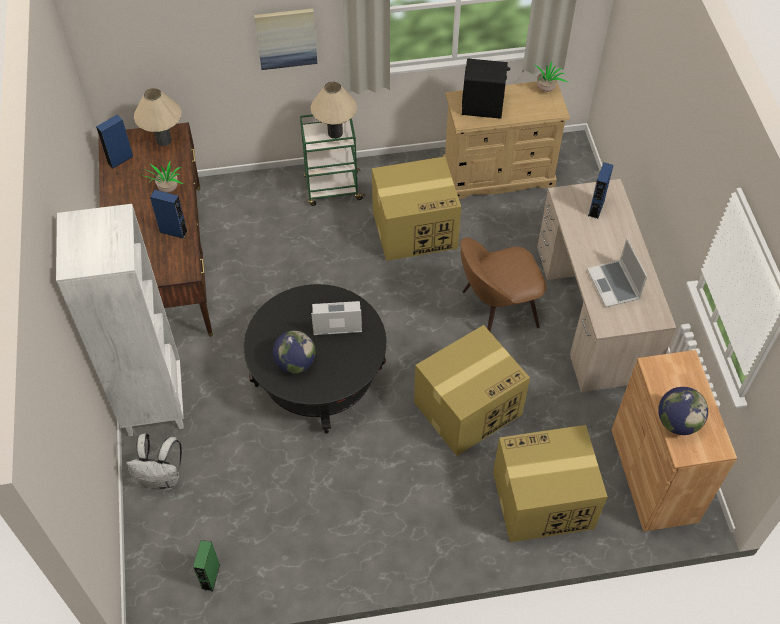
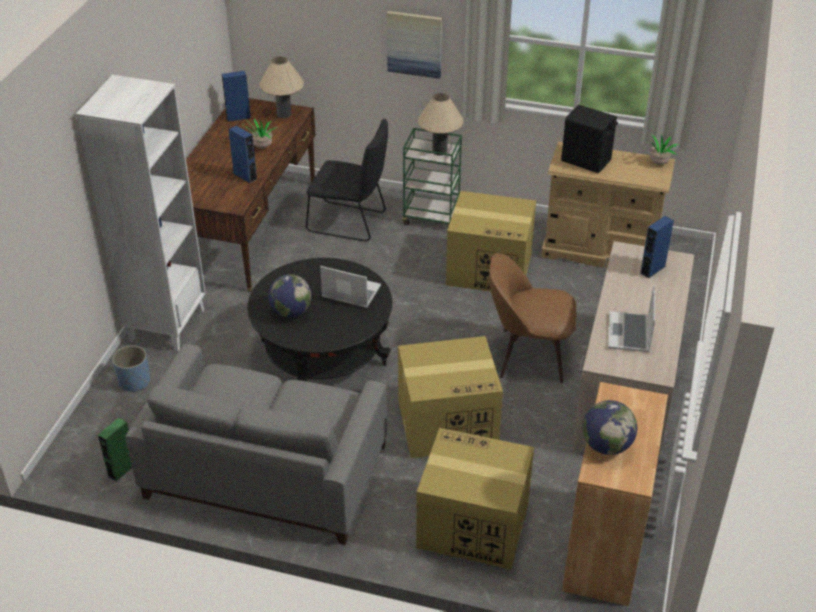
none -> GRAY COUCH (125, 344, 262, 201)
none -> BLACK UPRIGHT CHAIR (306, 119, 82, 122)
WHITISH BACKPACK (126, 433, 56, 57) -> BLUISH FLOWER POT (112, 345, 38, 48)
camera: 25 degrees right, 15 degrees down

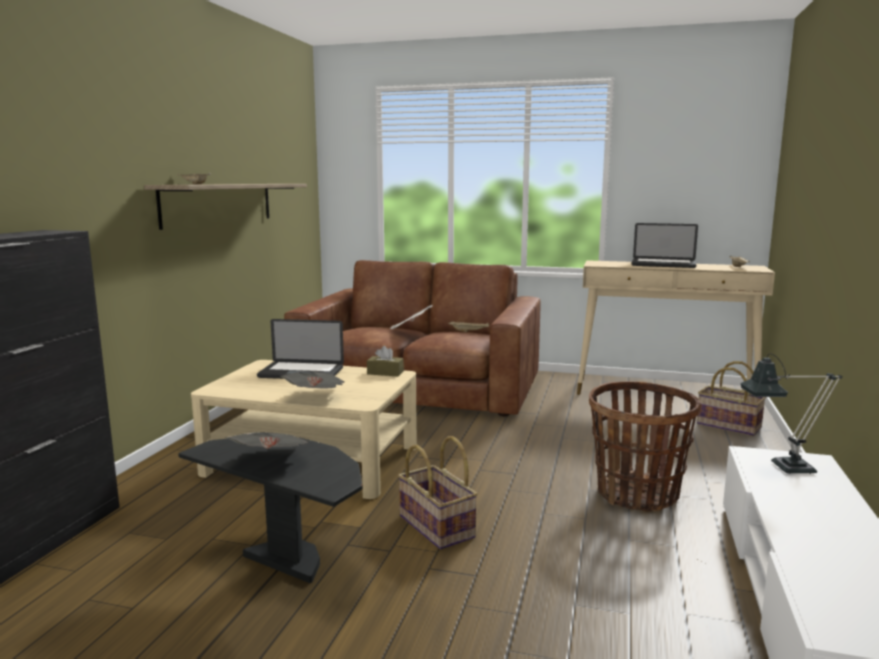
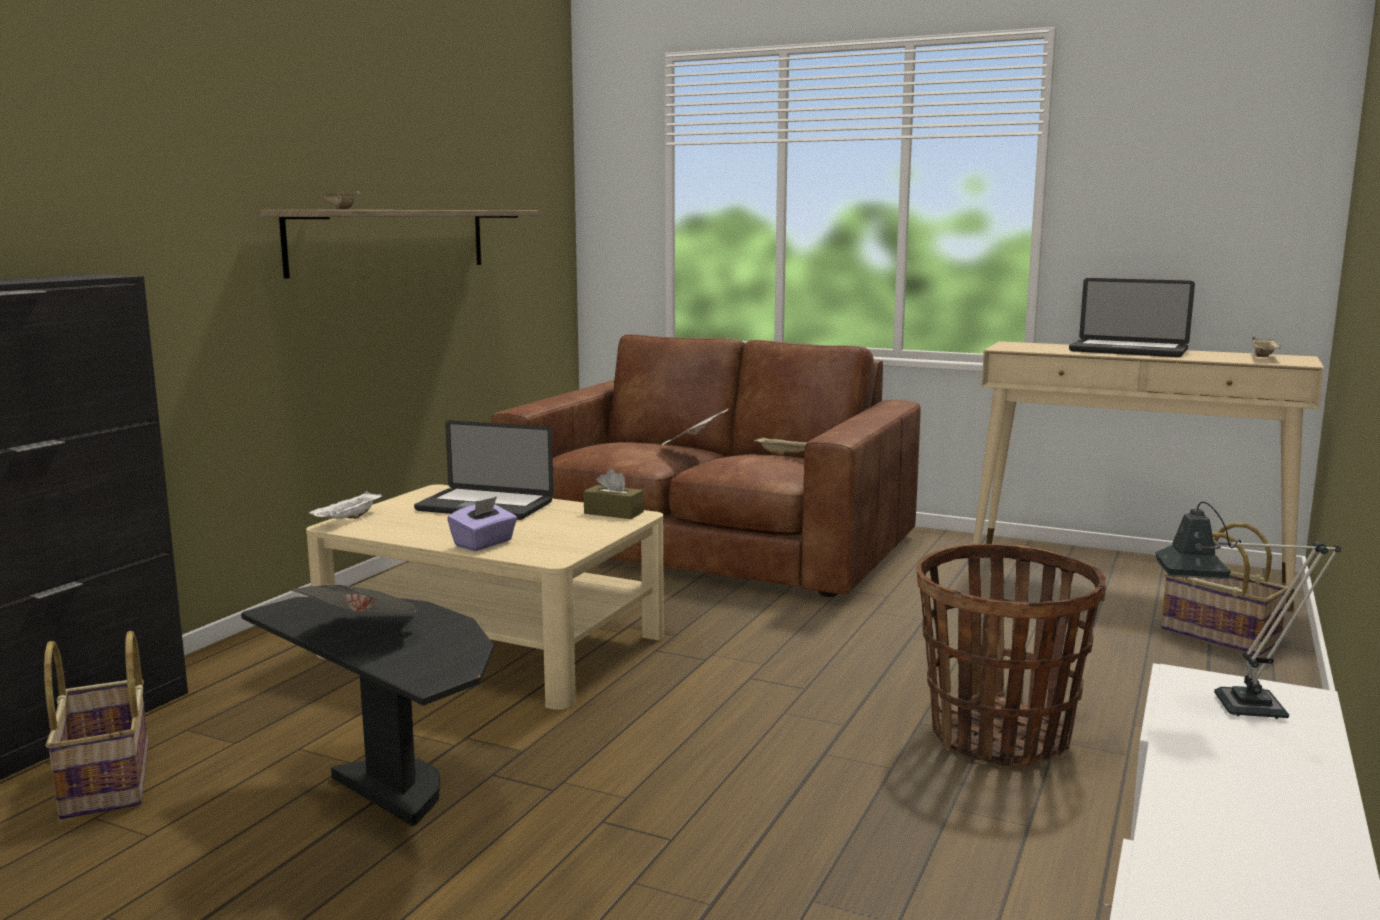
none -> WHITISH TRAY (309, 491, 73, 28)
HOUSEHOLD BASKET (398, 436, 80, 113) -> HOUSEHOLD BASKET (44, 631, 105, 188), moved
NEWSPAPER (280, 371, 65, 17) -> PURPLISH TISSUE HOLDER (447, 496, 70, 55)
camera: 10 degrees right, 0 degrees up

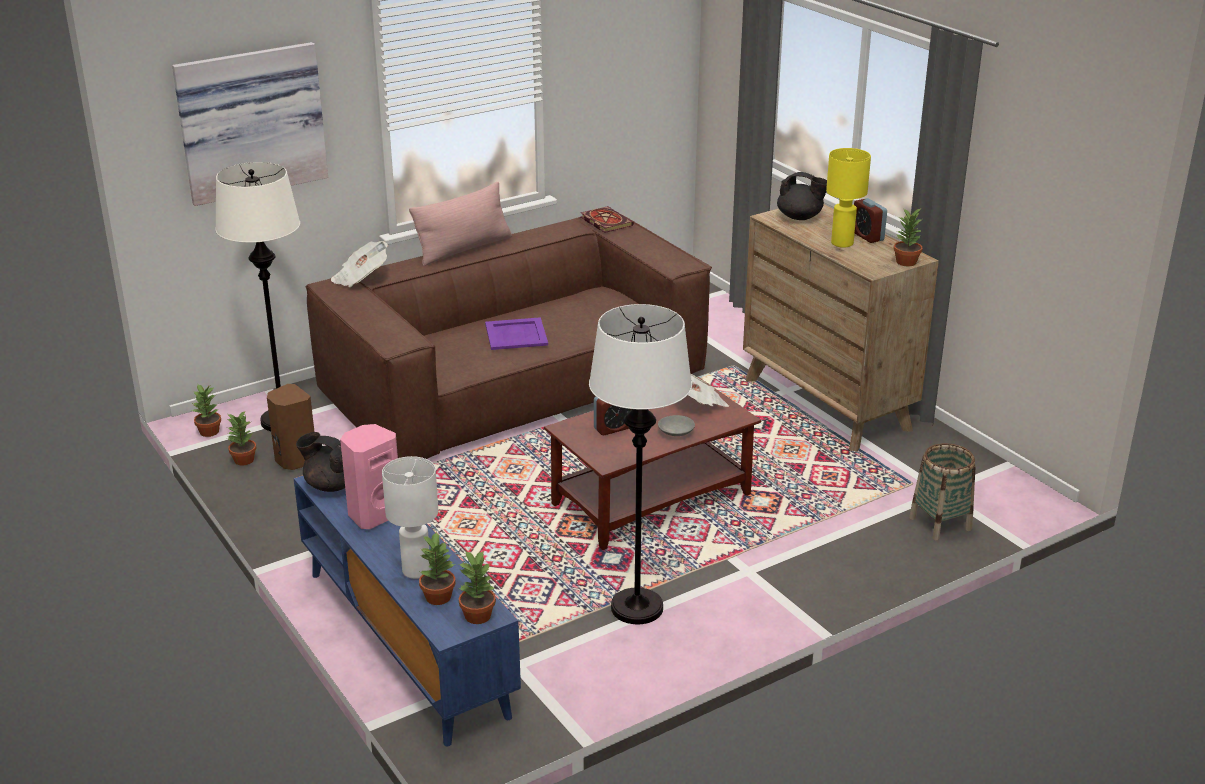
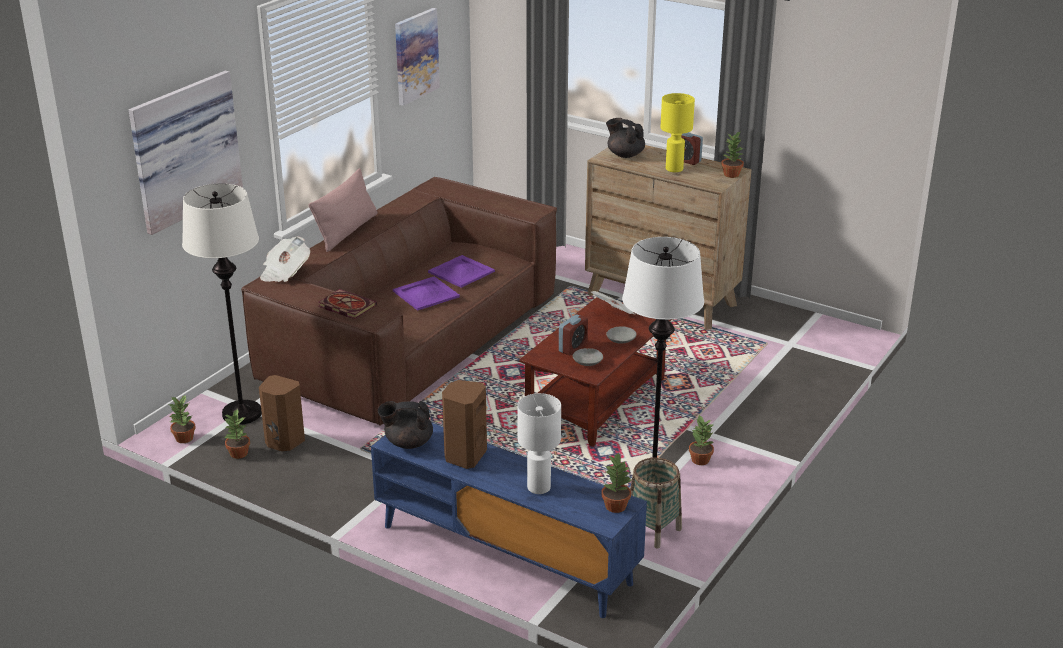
none -> WALL PICTURE (395, 8, 45, 98)
none -> PURPLISH TRAY (428, 255, 67, 33)
none -> GRAY BOWL (573, 348, 30, 18)
POTTED PLANT (419, 532, 36, 73) -> POTTED PLANT (689, 415, 25, 50), moved
BOUND BOOK (581, 206, 53, 27) -> BOUND BOOK (318, 289, 59, 30), moved
HOUSEHOLD BASKET (909, 443, 67, 97) -> HOUSEHOLD BASKET (630, 458, 52, 90), moved
PINKISH AUDIO SPEAKER (340, 424, 58, 105) -> BROWN AUDIO SPEAKER (442, 380, 45, 89)
BLACK TEAPOT (777, 172, 50, 48) -> BLACK TEAPOT (606, 118, 39, 40), 135 degrees counterclockwise
camera: 25 degrees left, 0 degrees up

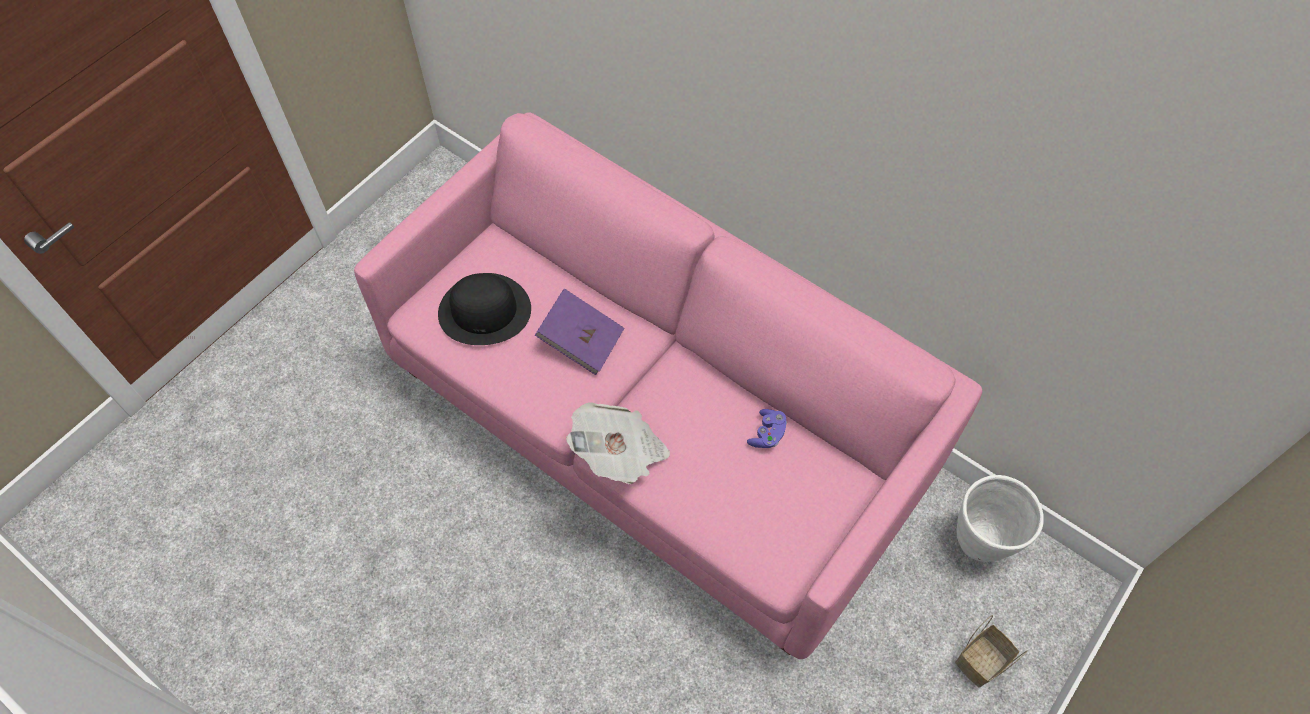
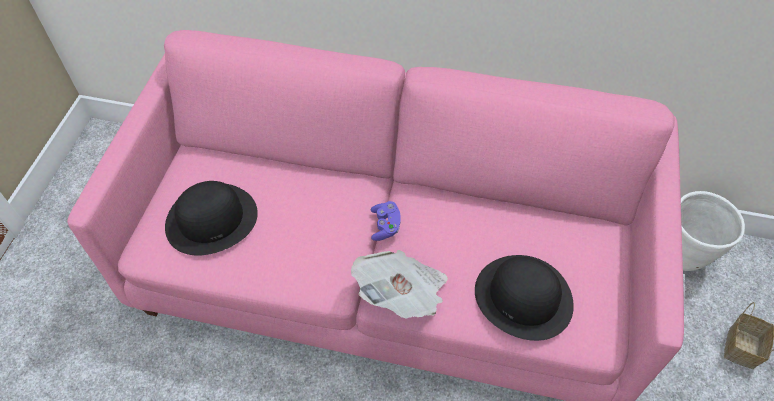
PURPLISH BOUND BOOK (535, 288, 89, 87) -> none
none -> BLACK HAT (475, 255, 99, 86)
PURPLISH GAMEPAD (747, 409, 40, 39) -> PURPLISH GAMEPAD (371, 201, 30, 40), moved
camera: 25 degrees left, 5 degrees down

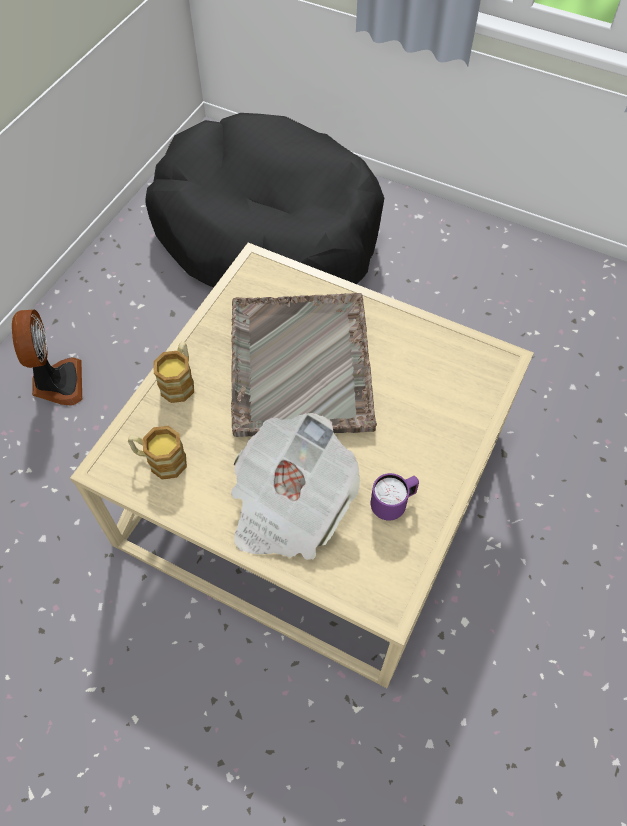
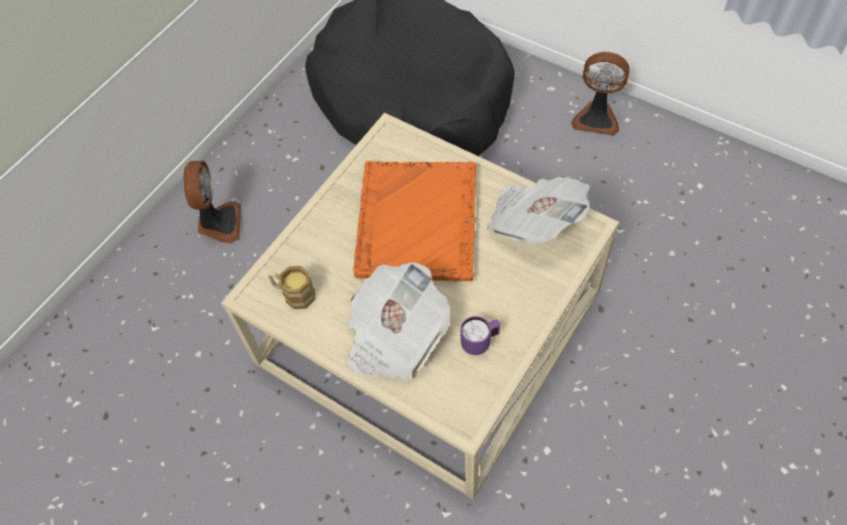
TEA MUG (153, 342, 41, 61) -> none
none -> NEWSPAPER (487, 176, 102, 68)
none -> ELECTRIC FAN (571, 52, 58, 84)
GRAY TRAY (231, 293, 146, 144) -> ORANGEY TRAY (353, 161, 123, 120)
camera: 10 degrees right, 0 degrees up

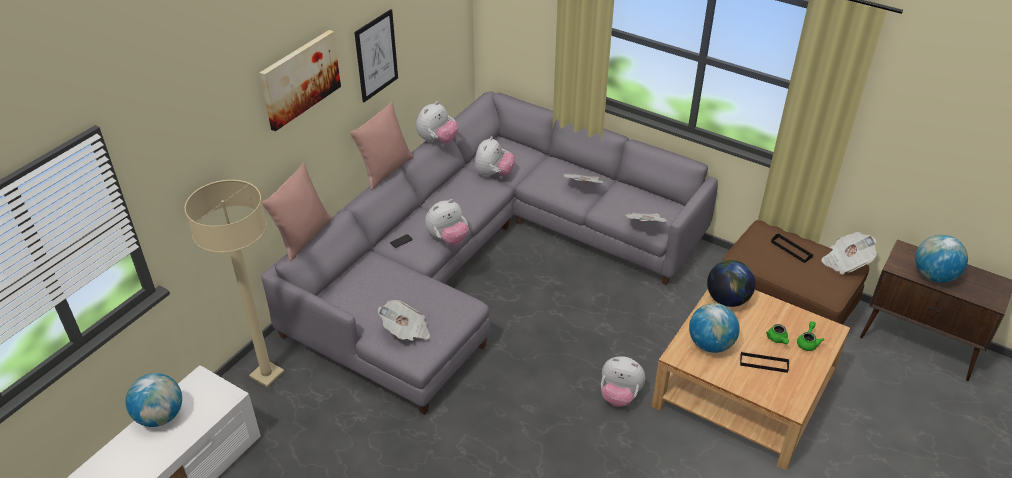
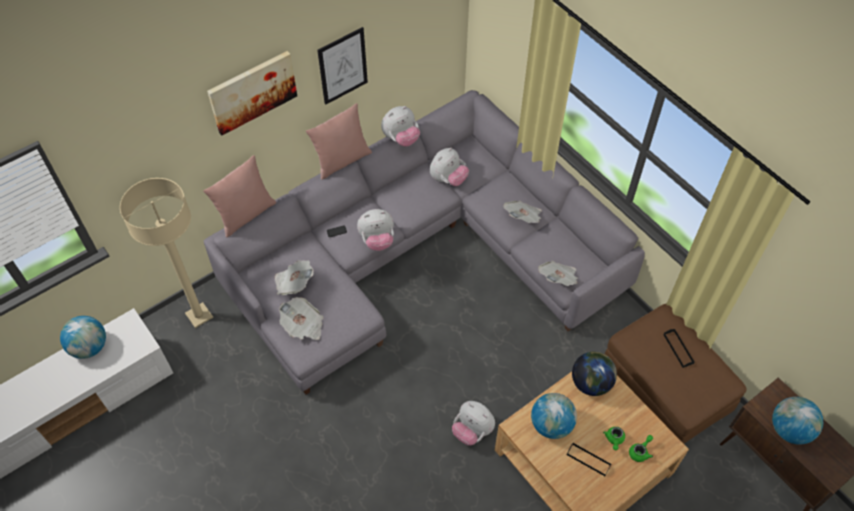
NEWSPAPER (821, 232, 56, 43) -> NEWSPAPER (275, 260, 38, 35), moved
camera: 20 degrees right, 15 degrees up

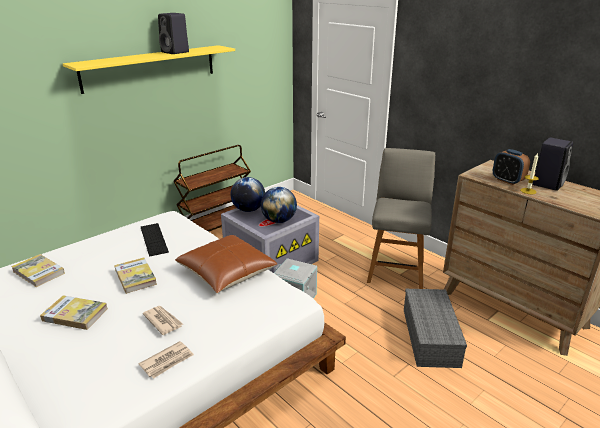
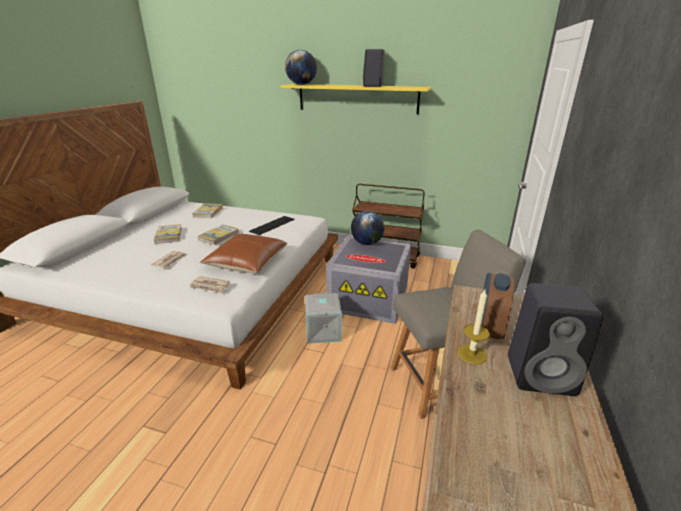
GRAY STORAGE BOX (404, 289, 63, 79) -> none
NEWSPAPER (138, 341, 56, 38) -> NEWSPAPER (189, 276, 41, 17), moved
GLOBE (261, 187, 36, 36) -> GLOBE (285, 50, 32, 35), moved
camera: 60 degrees right, 0 degrees up

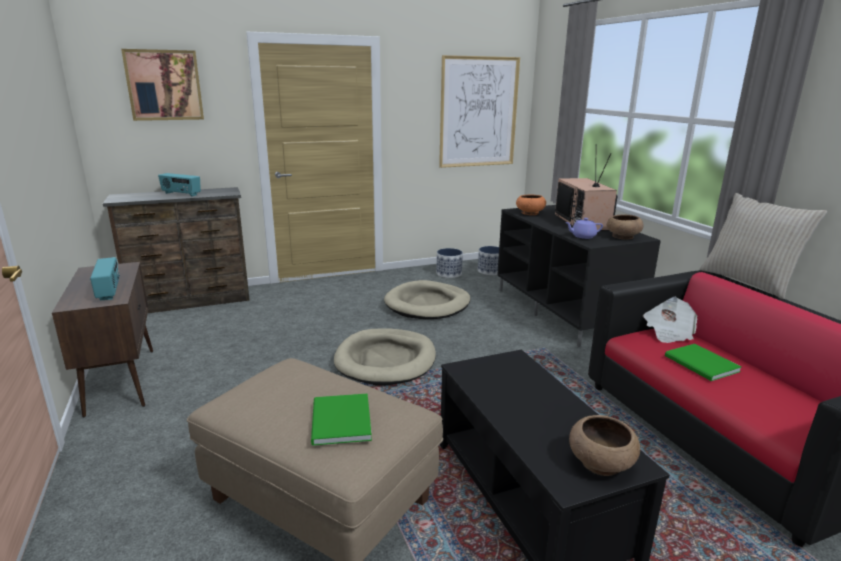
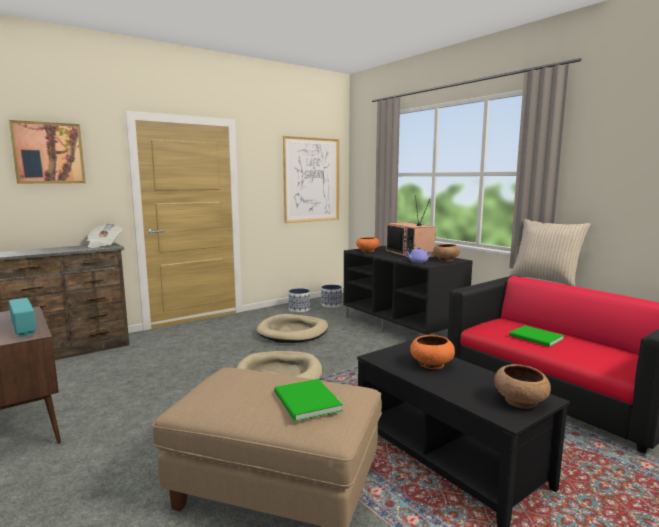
RADIO SET (158, 173, 43, 24) -> none
none -> ORANGEY BOWL (410, 335, 45, 34)
NEWSPAPER (643, 296, 54, 47) -> NEWSPAPER (86, 223, 37, 25), moved
camera: 15 degrees left, 10 degrees down

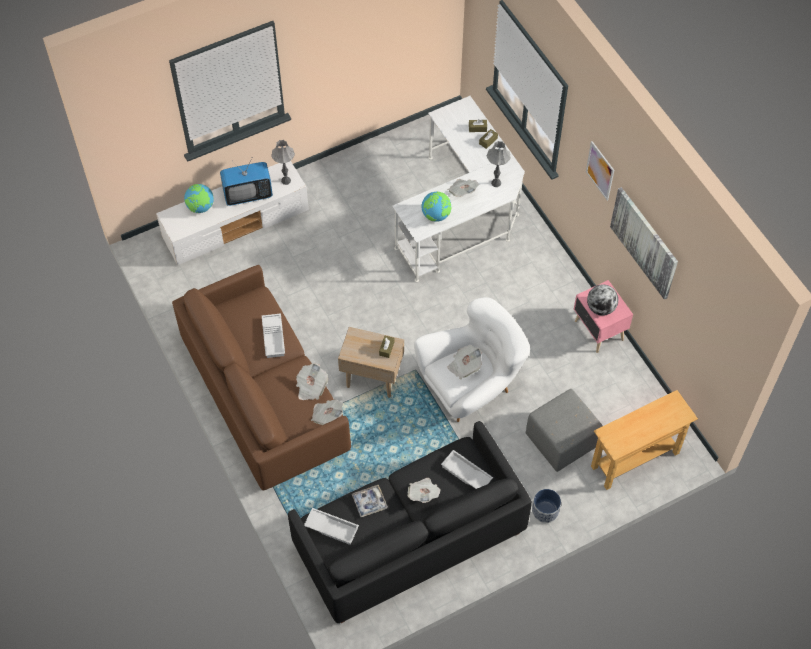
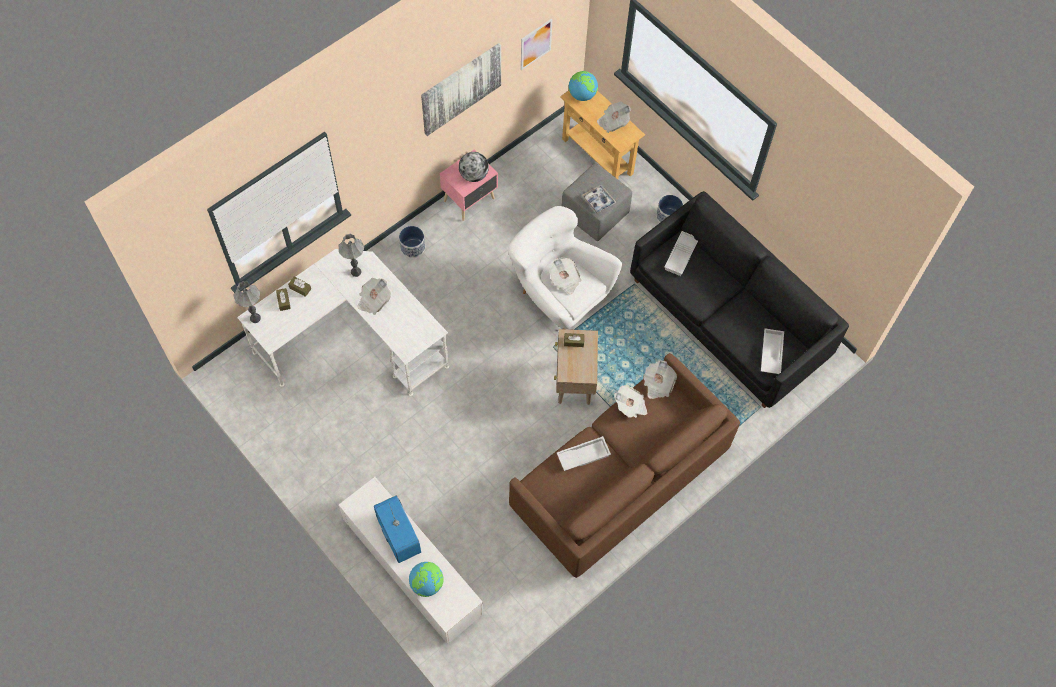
none -> FLOWER POT (399, 226, 26, 32)
GRAY TABLETOP LAMP (271, 140, 24, 45) -> GRAY TABLETOP LAMP (233, 281, 28, 42), moved
TRAY (352, 485, 36, 32) -> TRAY (581, 185, 35, 29), moved
NEWSPAPER (407, 478, 34, 25) -> NEWSPAPER (597, 102, 34, 31), moved
GLOBE (422, 192, 29, 30) -> GLOBE (569, 71, 29, 30), moved
WALL PICTURE (586, 141, 28, 60) -> WALL PICTURE (521, 19, 32, 51), moved
camera: 105 degrees left, 5 degrees up

